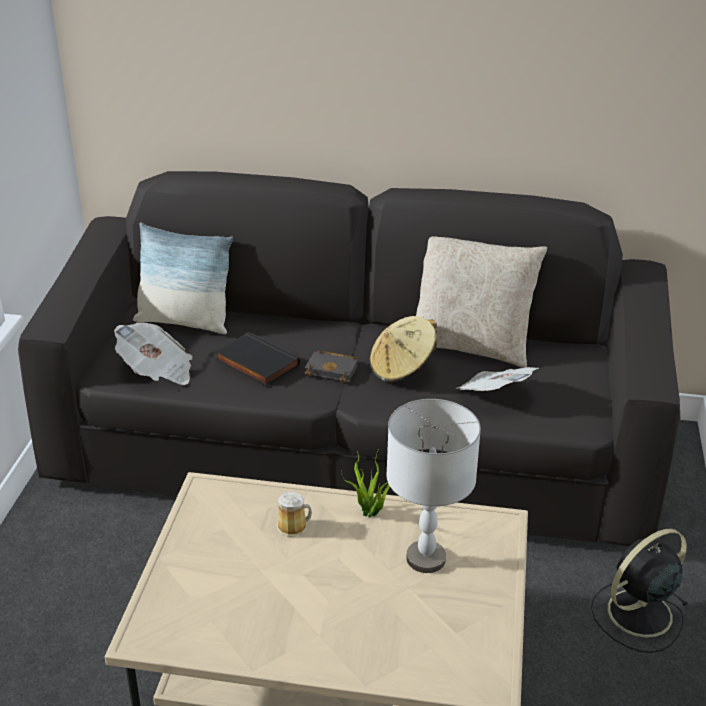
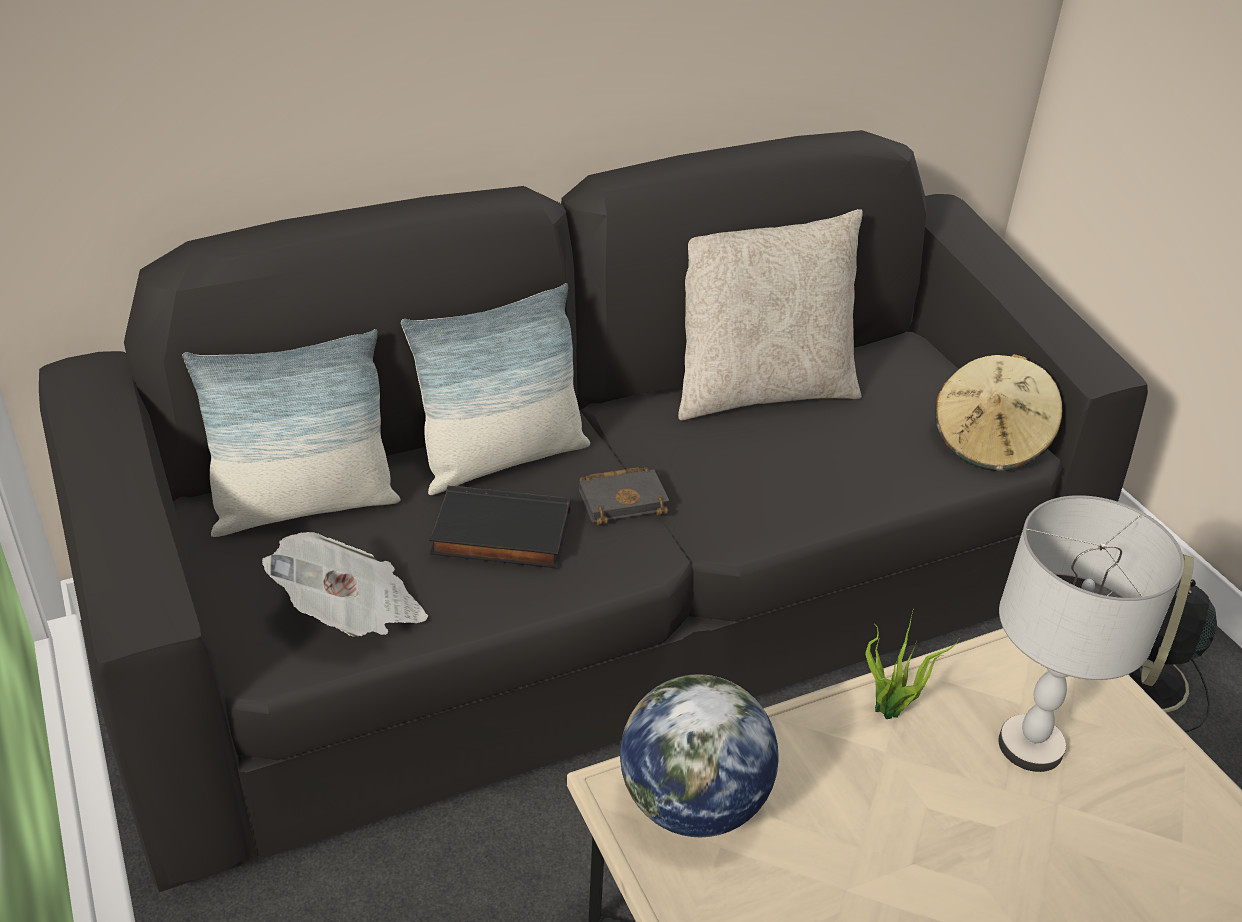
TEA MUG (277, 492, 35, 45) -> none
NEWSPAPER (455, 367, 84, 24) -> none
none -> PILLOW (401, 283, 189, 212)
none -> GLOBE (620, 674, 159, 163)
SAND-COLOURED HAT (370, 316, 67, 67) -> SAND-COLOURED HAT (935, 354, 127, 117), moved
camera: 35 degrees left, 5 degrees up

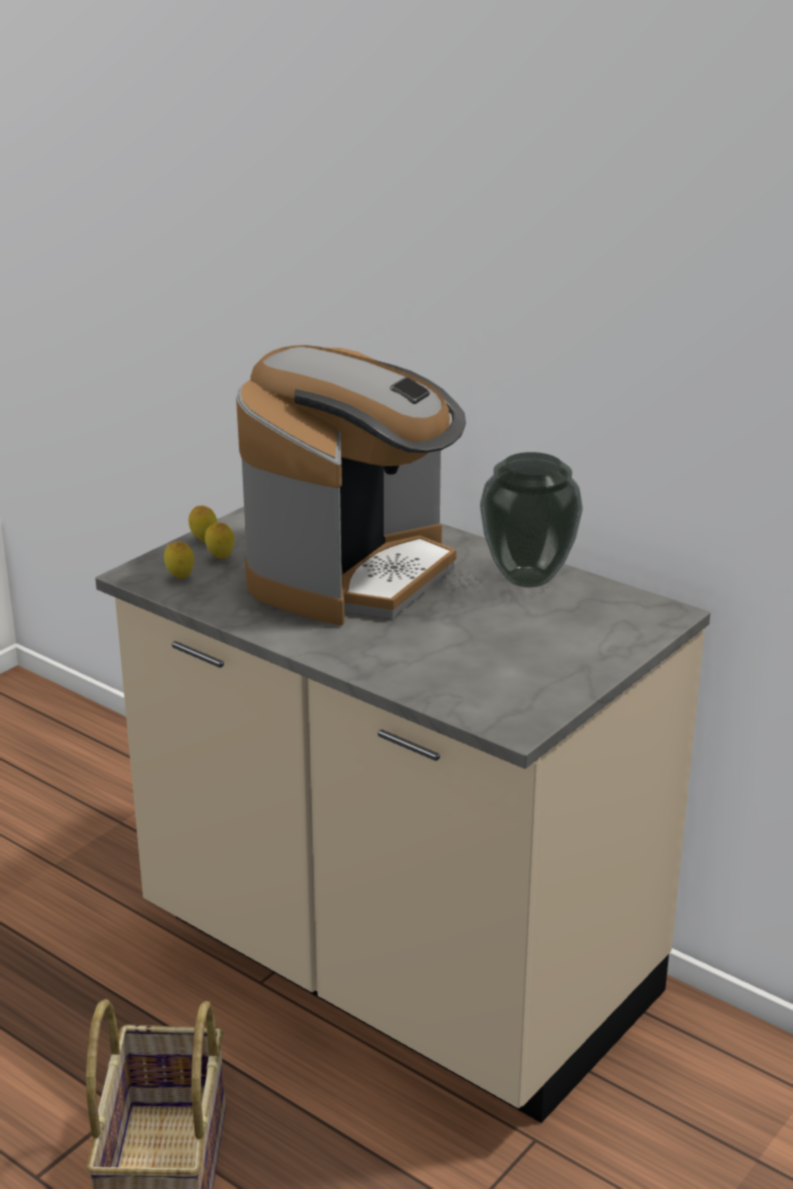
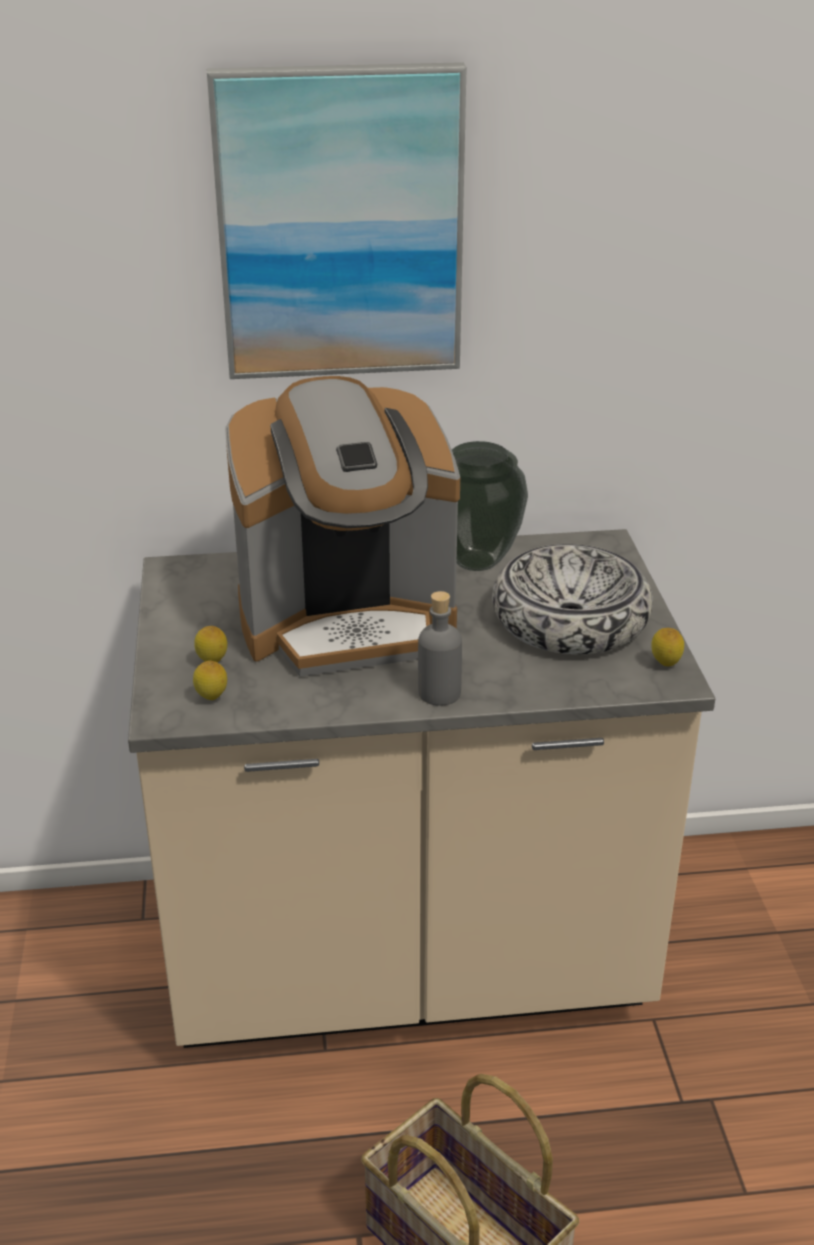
none -> WALL PICTURE (207, 62, 260, 317)
none -> GRAY BEVERAGE BOTTLE (418, 591, 44, 115)
none -> BOWL (492, 544, 161, 110)
LEMON (189, 506, 28, 36) -> LEMON (651, 628, 33, 38), moved
COFFEE BREWER (236, 345, 230, 280) -> COFFEE BREWER (225, 376, 235, 301), 90 degrees clockwise
camera: 45 degrees left, 5 degrees up

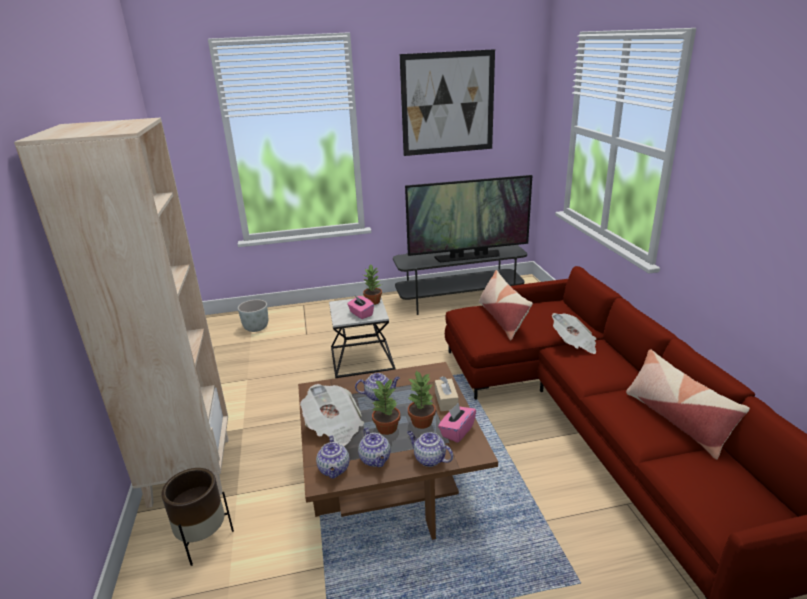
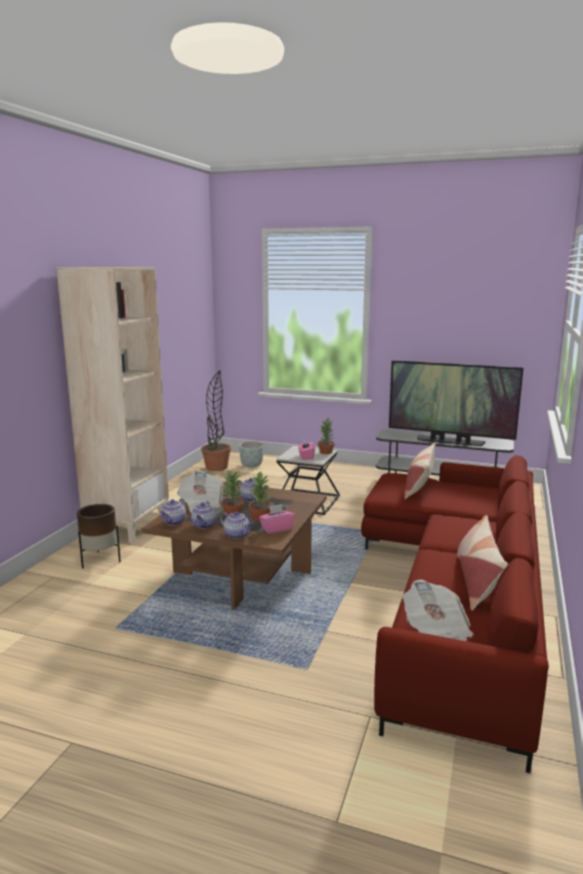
WALL PICTURE (400, 49, 95, 107) -> none
SAND-COLOURED TISSUE HOLDER (435, 376, 24, 35) -> none
none -> POTTED PLANT (201, 371, 30, 100)
NEWSPAPER (552, 313, 44, 41) -> NEWSPAPER (403, 580, 70, 61), moved
TEAPOT (407, 431, 46, 36) -> TEAPOT (220, 511, 33, 28), 150 degrees clockwise
camera: 30 degrees right, 10 degrees down

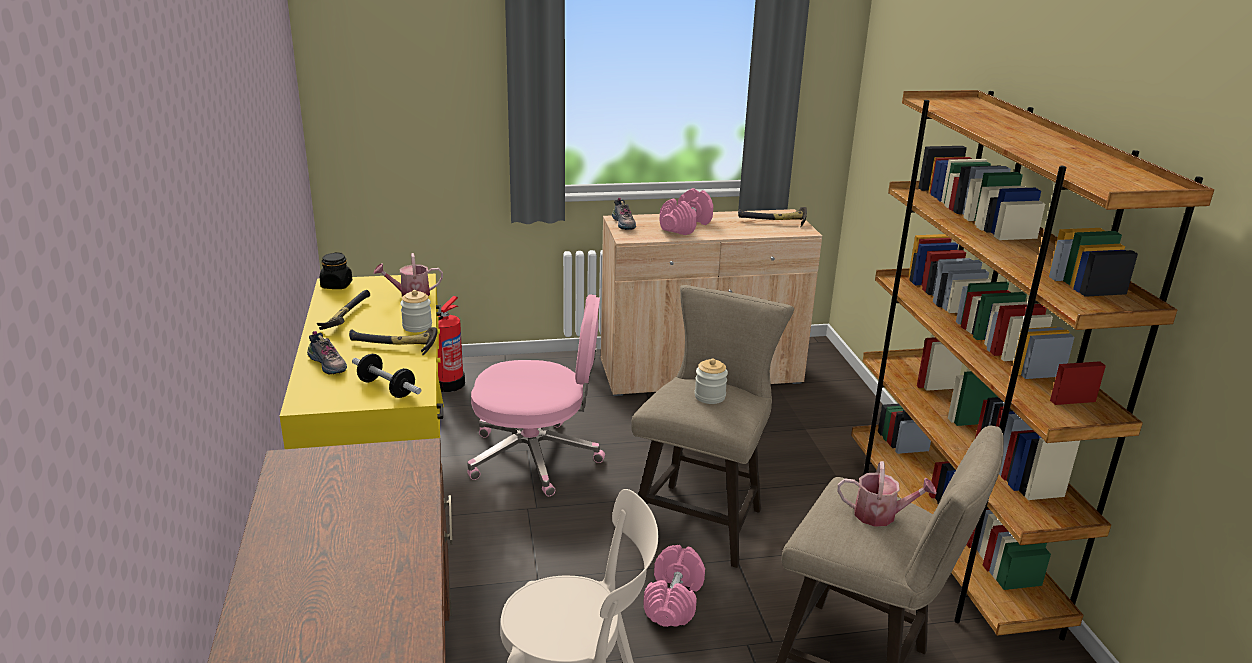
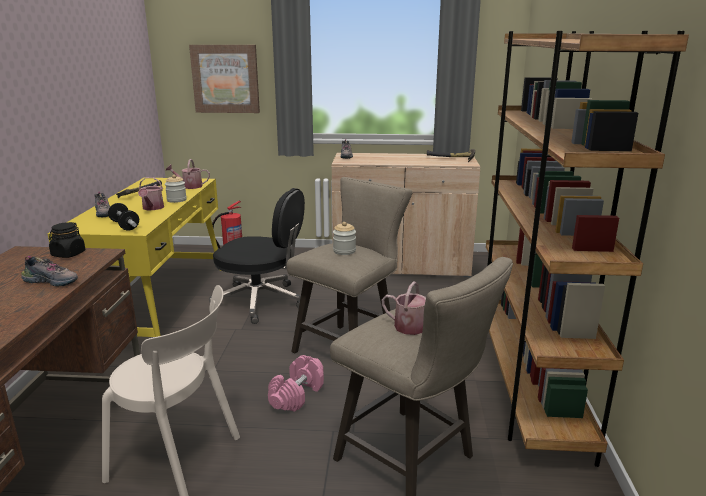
PINKISH FREE WEIGHT (659, 188, 54, 47) -> none
none -> LOW SHOE (21, 256, 57, 31)
none -> WALL PICTURE (189, 45, 71, 68)
BLACK STORAGE JAR (320, 252, 33, 37) -> BLACK STORAGE JAR (49, 222, 36, 36), moved
HAMMER (349, 327, 89, 28) -> WATERING CAN (138, 177, 26, 33)
PINKISH COMPUTER CHAIR (467, 294, 138, 202) -> BLACK COMPUTER CHAIR (209, 188, 96, 136)
camera: 15 degrees right, 5 degrees down

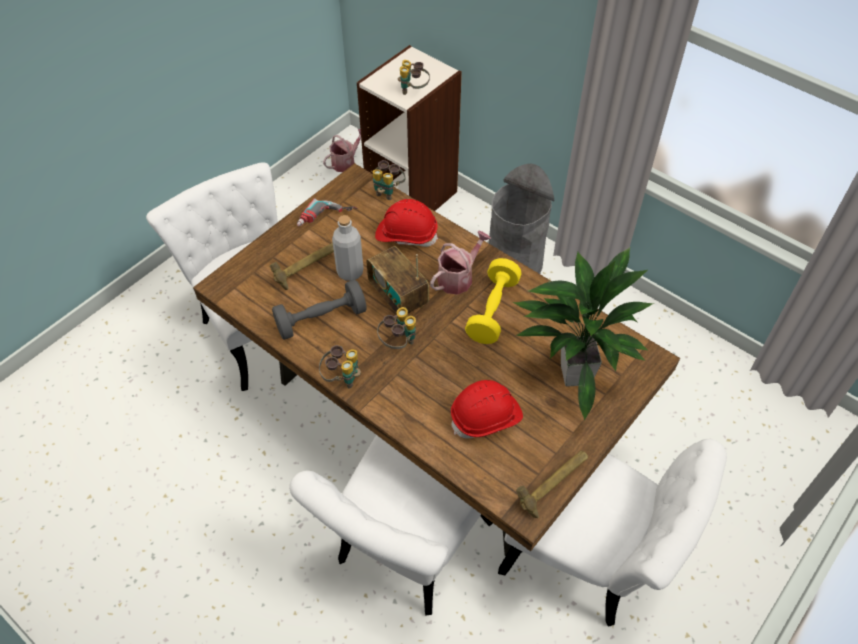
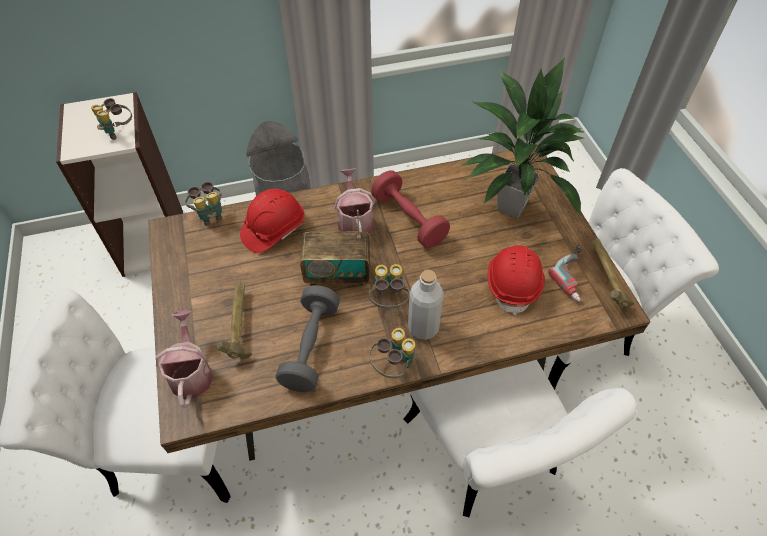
POWER DRILL (297, 198, 61, 28) -> POWER DRILL (548, 244, 34, 58), moved
WATERING CAN (323, 129, 38, 43) -> WATERING CAN (156, 310, 57, 98), moved
GRAY BEVERAGE BOTTLE (332, 215, 32, 66) -> GRAY BEVERAGE BOTTLE (408, 270, 36, 70), moved
YELLOW FREE WEIGHT (465, 258, 57, 86) -> REDDISH FREE WEIGHT (371, 170, 79, 78)
camera: 55 degrees left, 0 degrees up

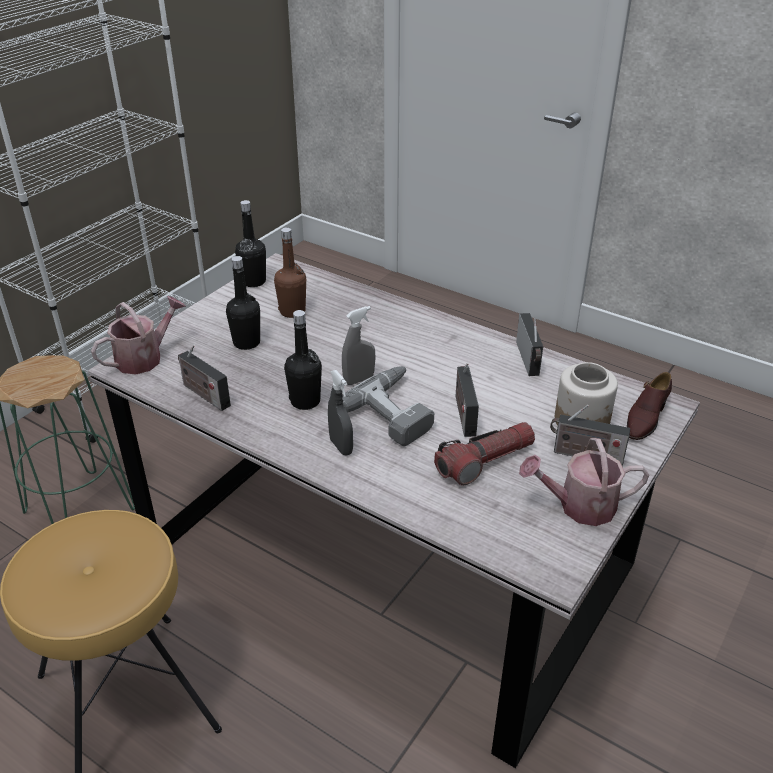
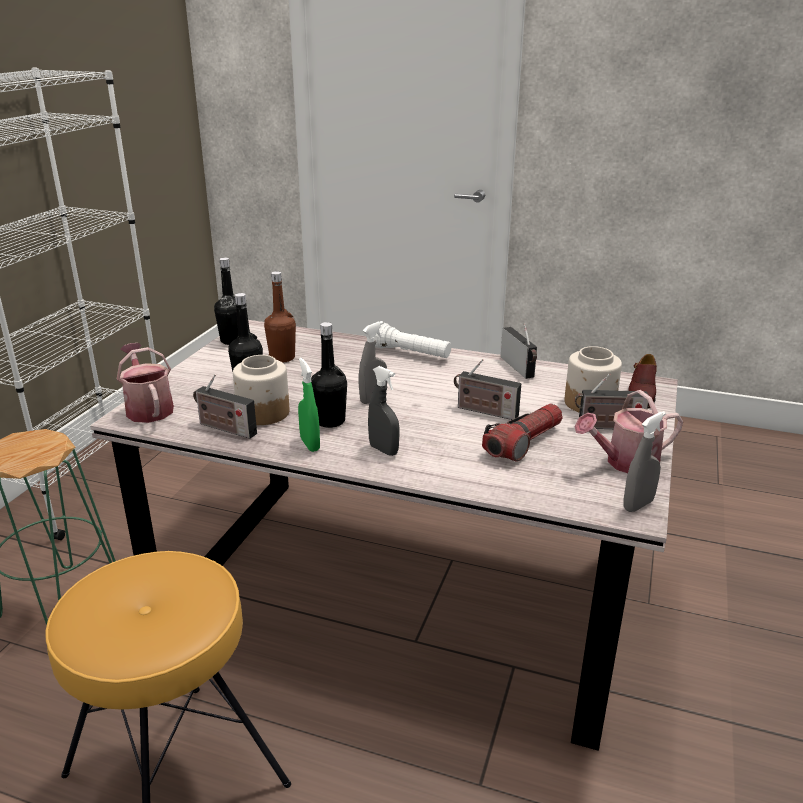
POWER DRILL (342, 366, 92, 81) -> none
none -> STORAGE JAR (233, 355, 56, 70)
none -> GREENISH SPRAY BOTTLE (298, 358, 22, 94)
none -> WHITISH TORCH (374, 323, 77, 35)
none -> GRAY SPRAY BOTTLE (623, 411, 43, 101)
WATERING CAN (91, 296, 95, 78) -> WATERING CAN (117, 343, 57, 80), 60 degrees counterclockwise
RADIO SET (455, 362, 24, 75) -> RADIO SET (454, 359, 67, 61), 45 degrees counterclockwise
camera: 15 degrees left, 10 degrees down

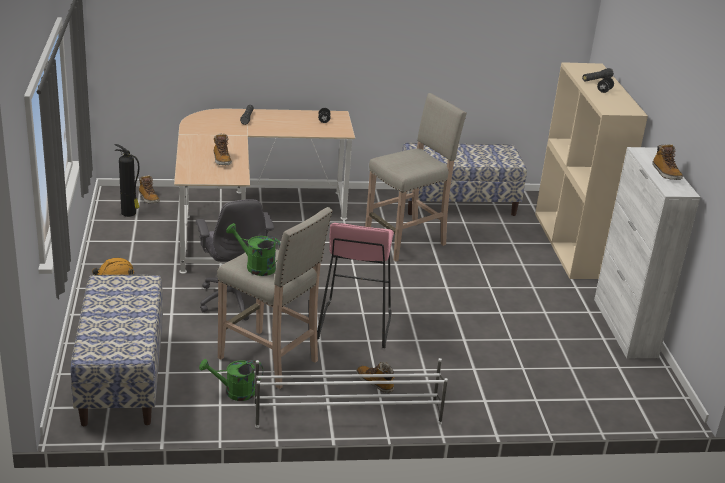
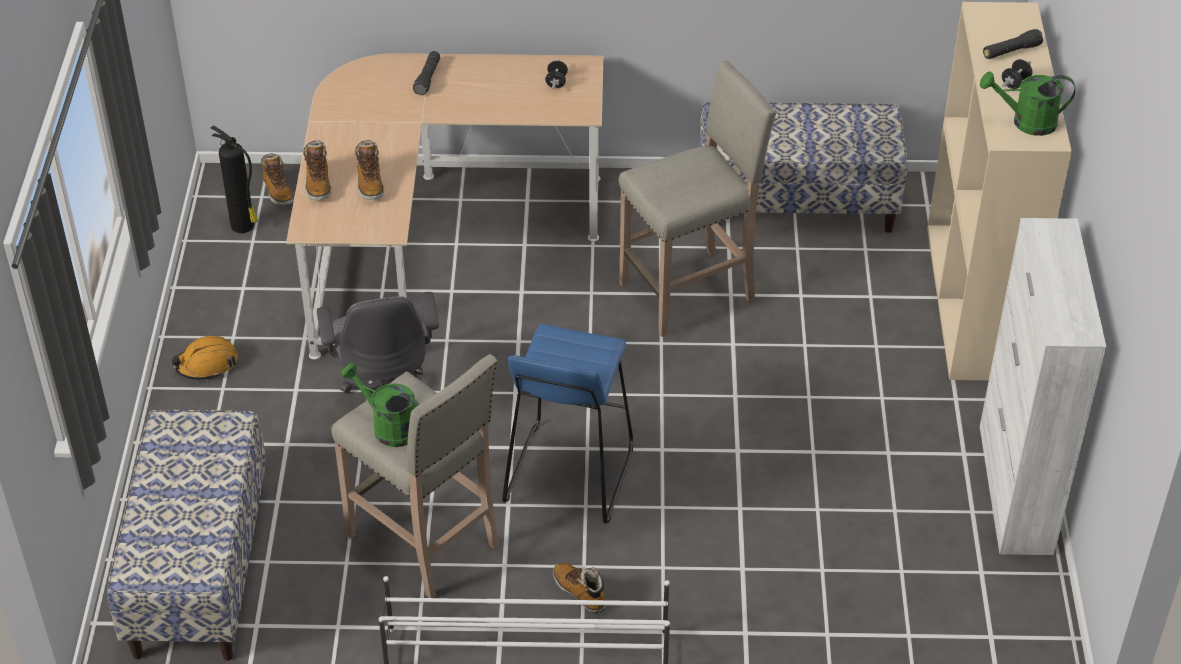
GREENISH WATERING CAN (199, 359, 64, 42) -> GREENISH WATERING CAN (980, 71, 95, 65), moved
TALL BOOT (652, 144, 31, 36) -> TALL BOOT (303, 141, 28, 60), moved
PINKISH STOOL (317, 223, 77, 125) -> BLUISH STOOL (502, 324, 131, 199)
camera: 10 degrees right, 15 degrees up

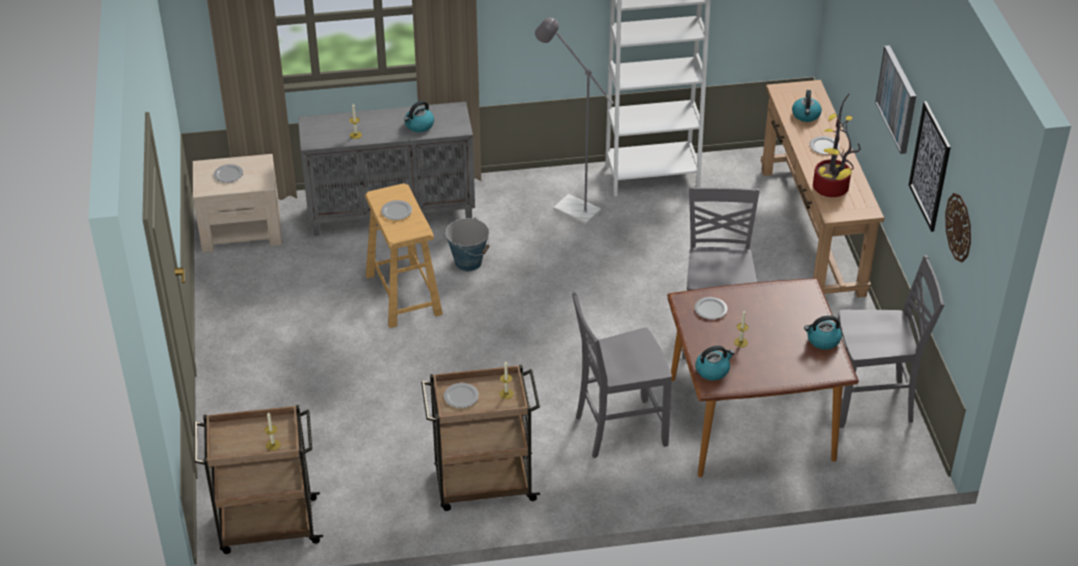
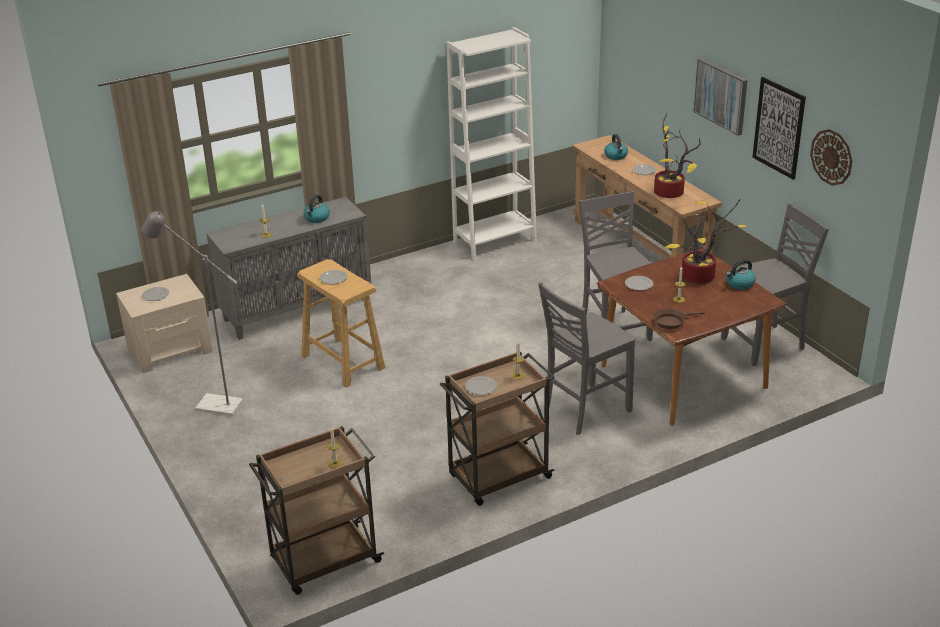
PAIL (446, 218, 43, 53) -> none
none -> POTTED PLANT (664, 199, 83, 84)
GRAY STANDARD LAMP (535, 18, 79, 207) -> GRAY STANDARD LAMP (141, 211, 102, 205), moved
TEA KETTLE (696, 346, 39, 35) -> BROWN SKILLET (653, 309, 52, 21)
camera: 20 degrees left, 10 degrees down

